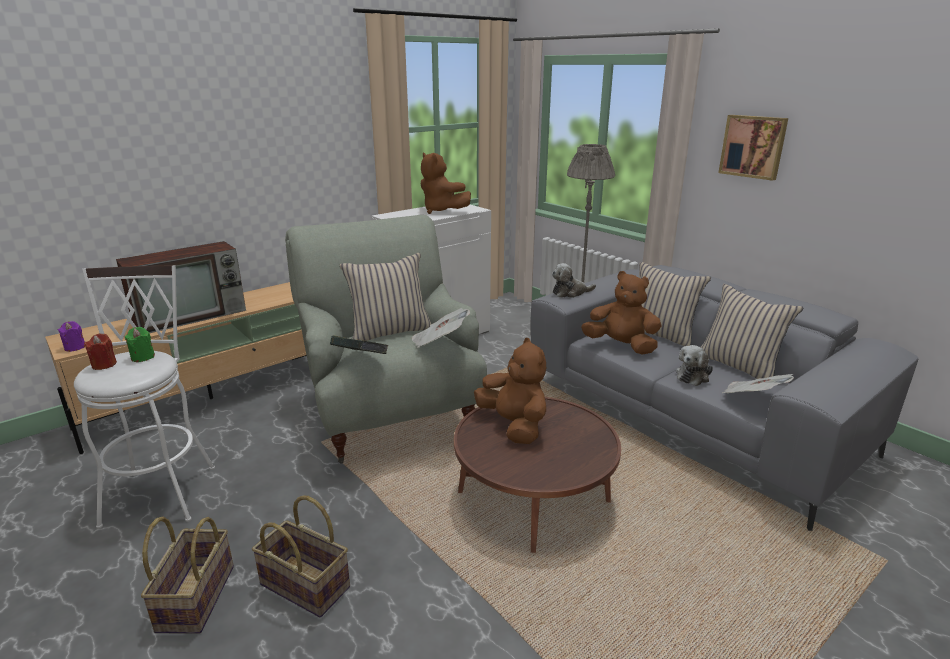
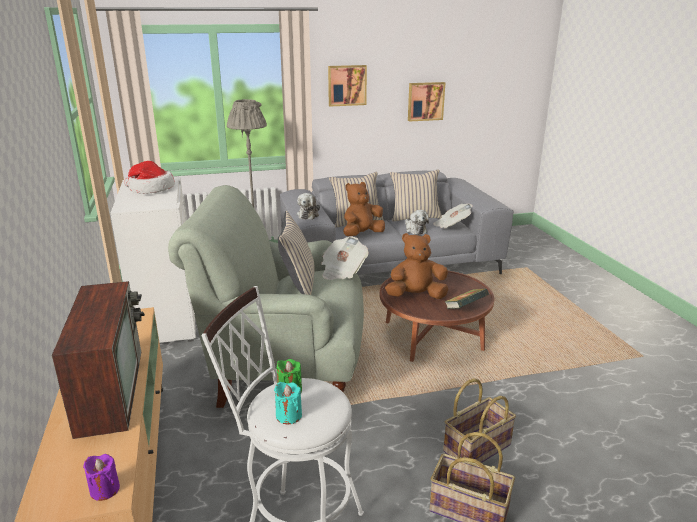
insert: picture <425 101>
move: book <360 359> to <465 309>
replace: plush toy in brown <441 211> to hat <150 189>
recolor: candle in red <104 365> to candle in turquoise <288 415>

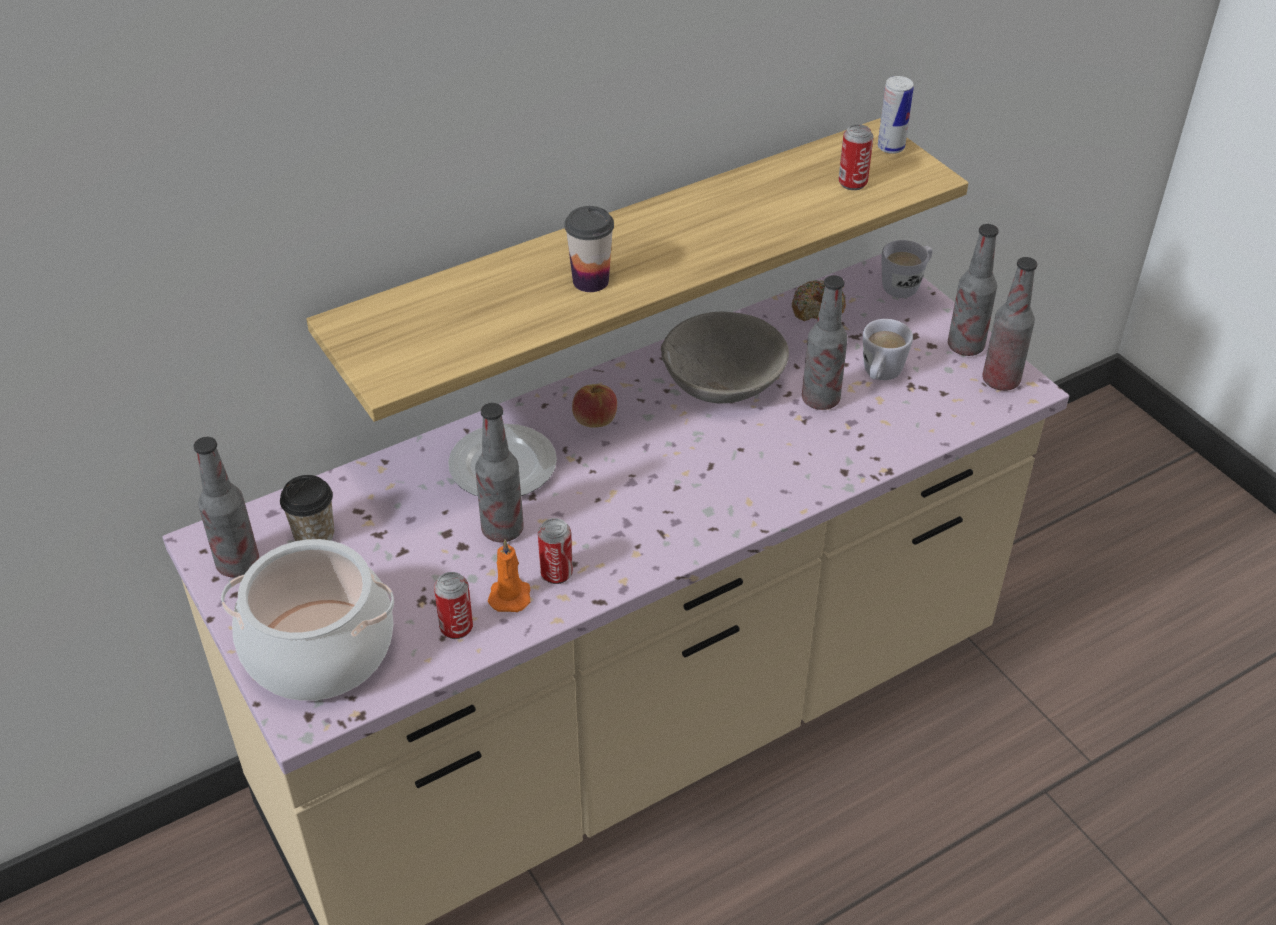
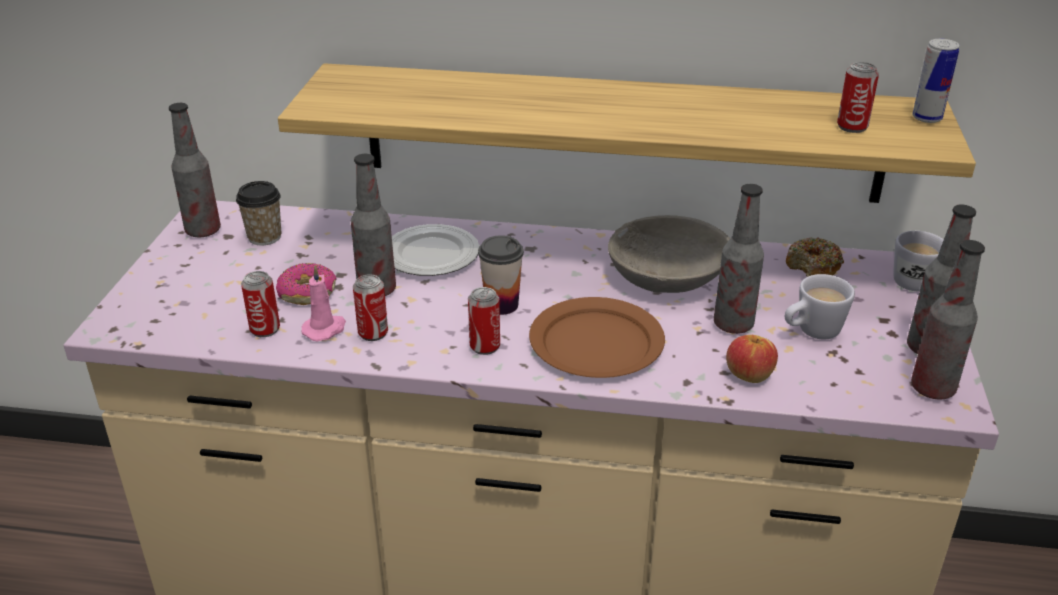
delete: cooking pot <318 650>
insert: donut <308 293>; can <485 346>; plate in brown <596 343>
move: cup <590 281> to <501 305>; apple <594 420> to <749 374>
recolor: candle in orange <510 595> to candle in pink <325 329>

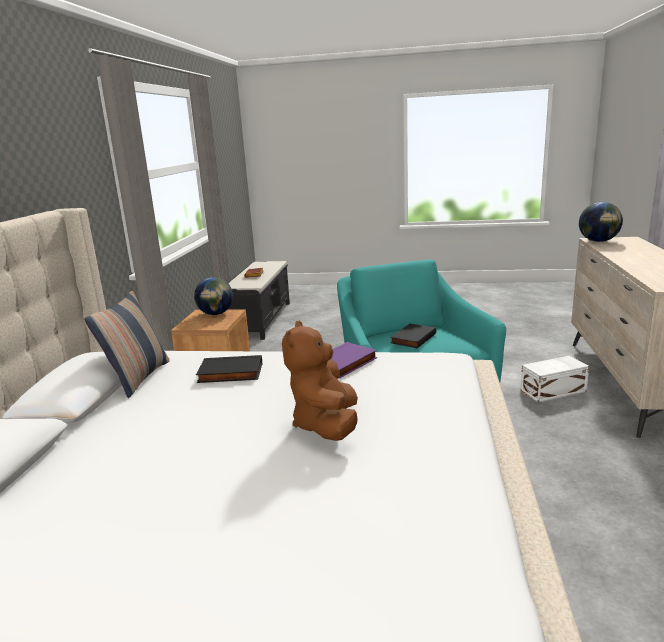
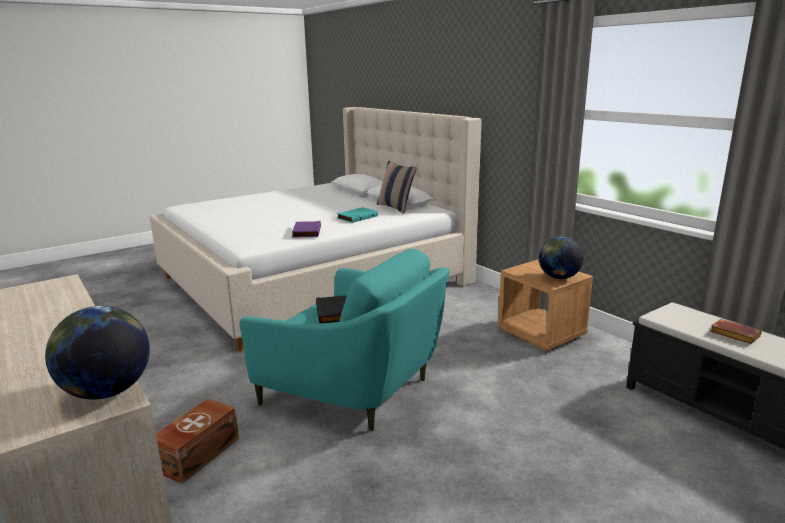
delete: plush toy in brown <326 425>
recolor: book in black <230 374> to book in turquoise <357 217>; storage box in white <554 391> to storage box in brown <196 454>

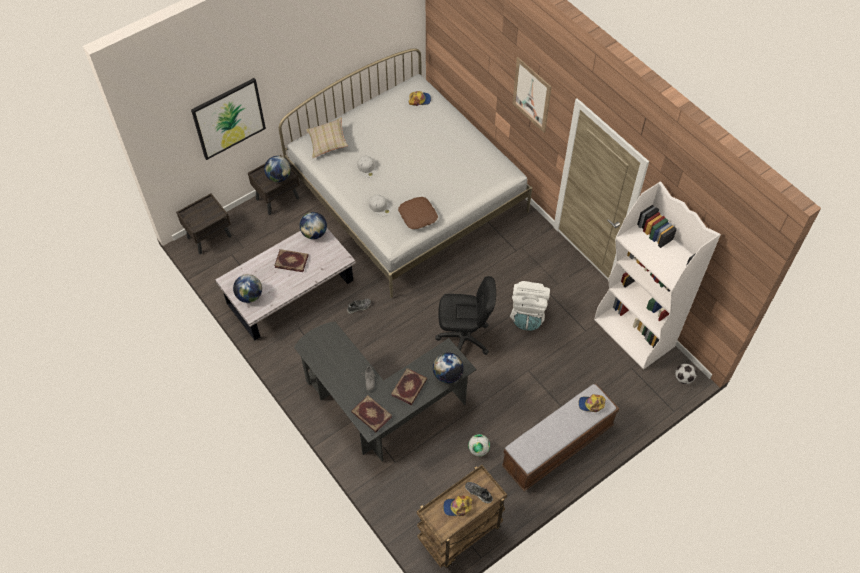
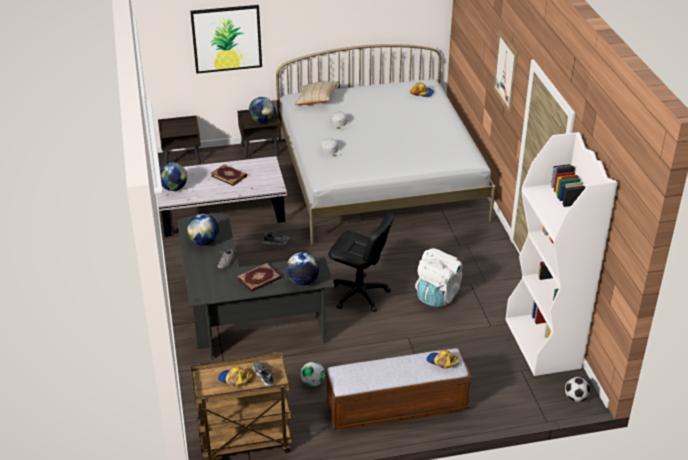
delete: book <371 415>; pillow in brown <418 215>
move: globe <314 233> to <204 242>

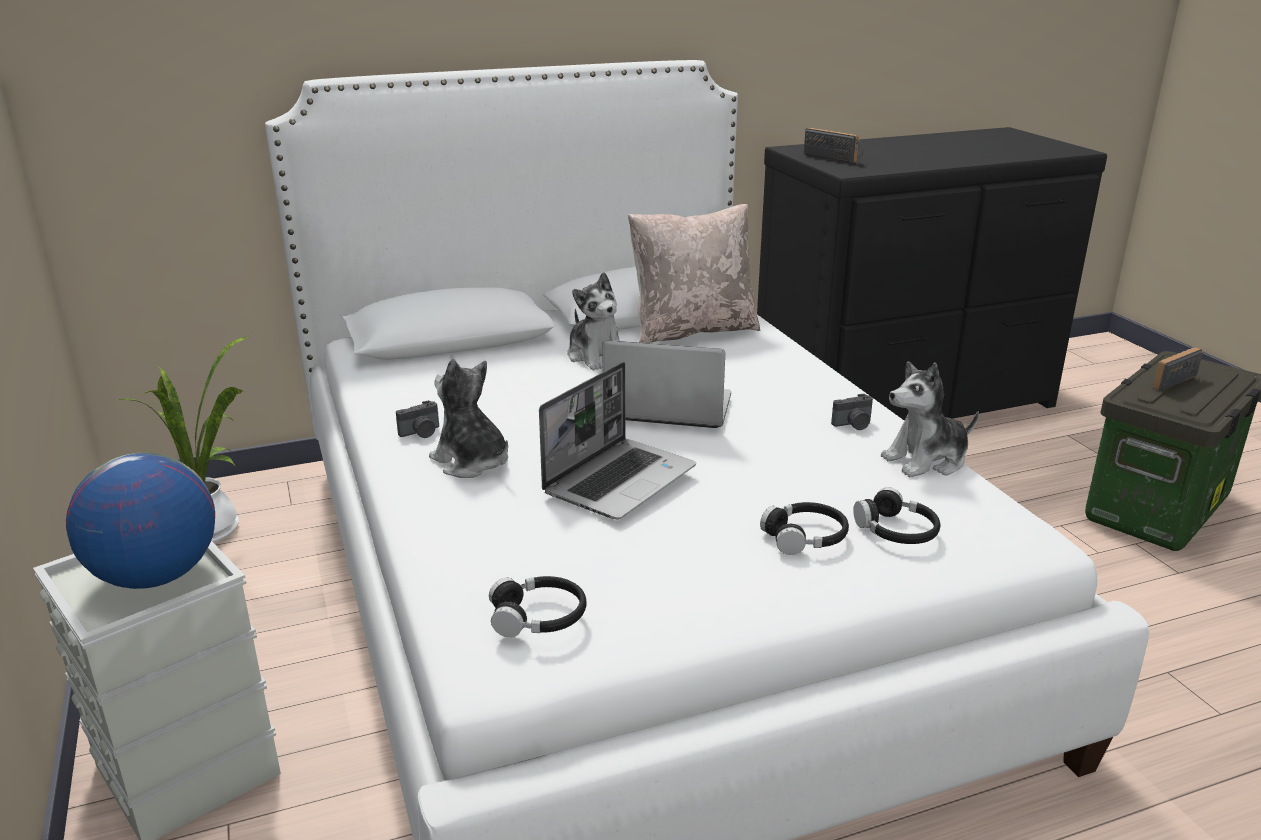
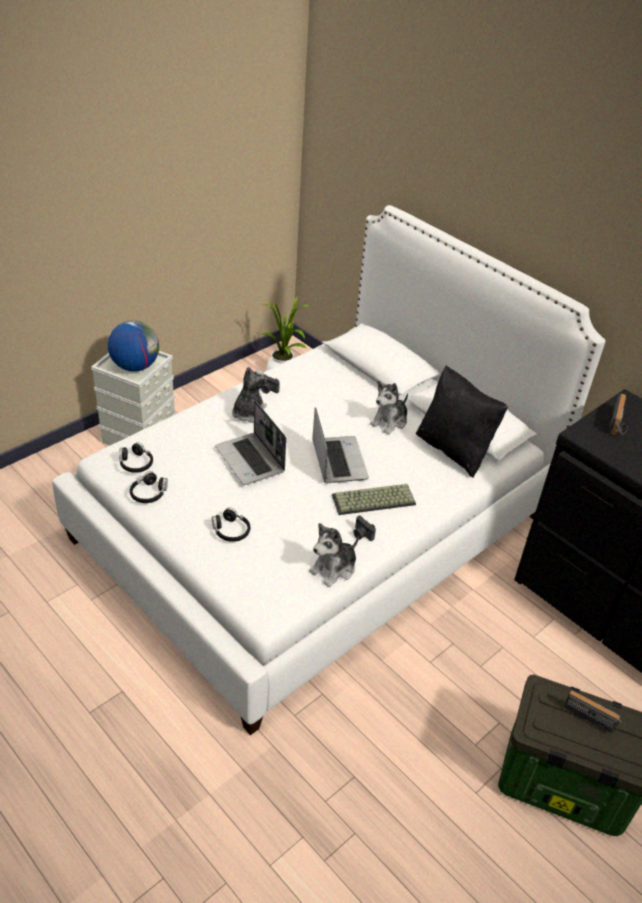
insert: keyboard <373 501>
move: headphones in black <896 531> to <149 493>
recolor: pillow in beige <692 330> to pillow in black <454 449>
rotate: laptop <620 480> = <251 460> 45 degrees clockwise; plush toy <926 460> = <334 568> 90 degrees counterclockwise

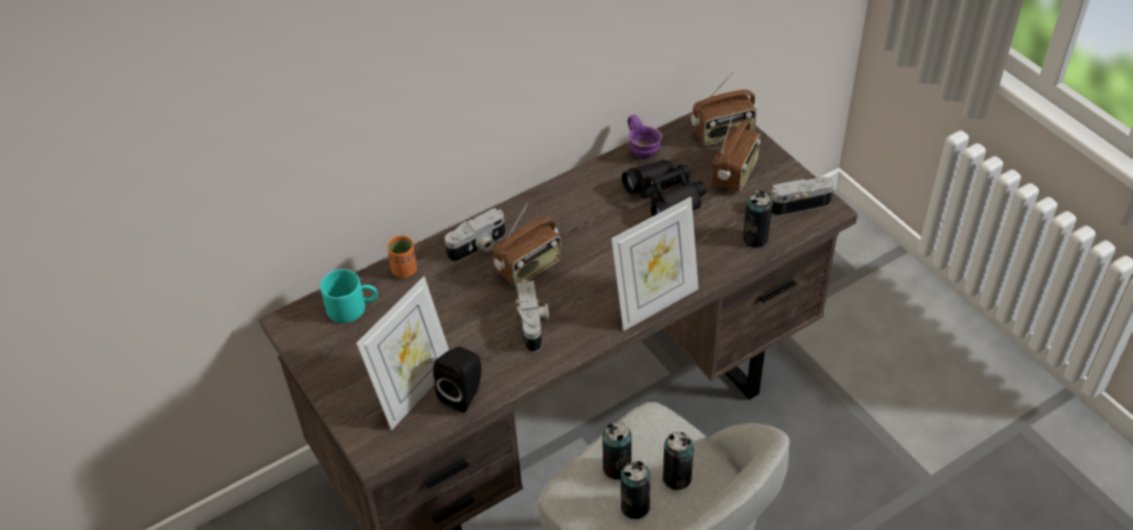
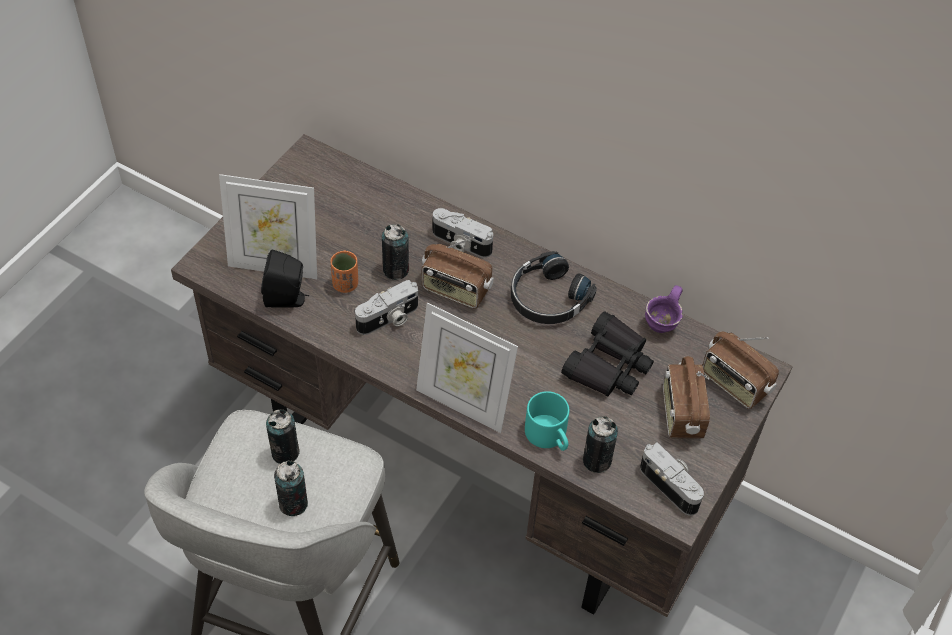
insert: headphones in black <547 298>
move: mug in turquoise <353 307> to <550 436>; cup in orange <404 270> to <345 284>; can <635 506> to <396 270>
rotate: radio <735 173> = <681 414> 90 degrees clockwise

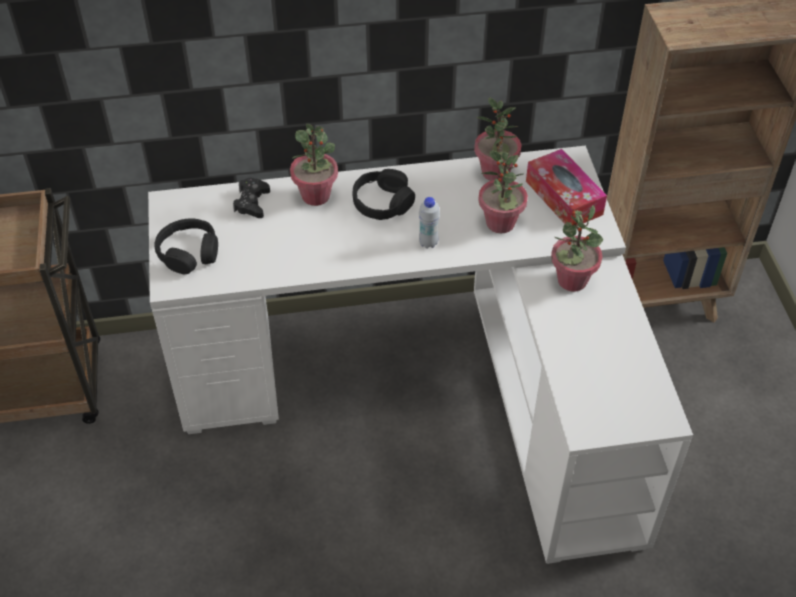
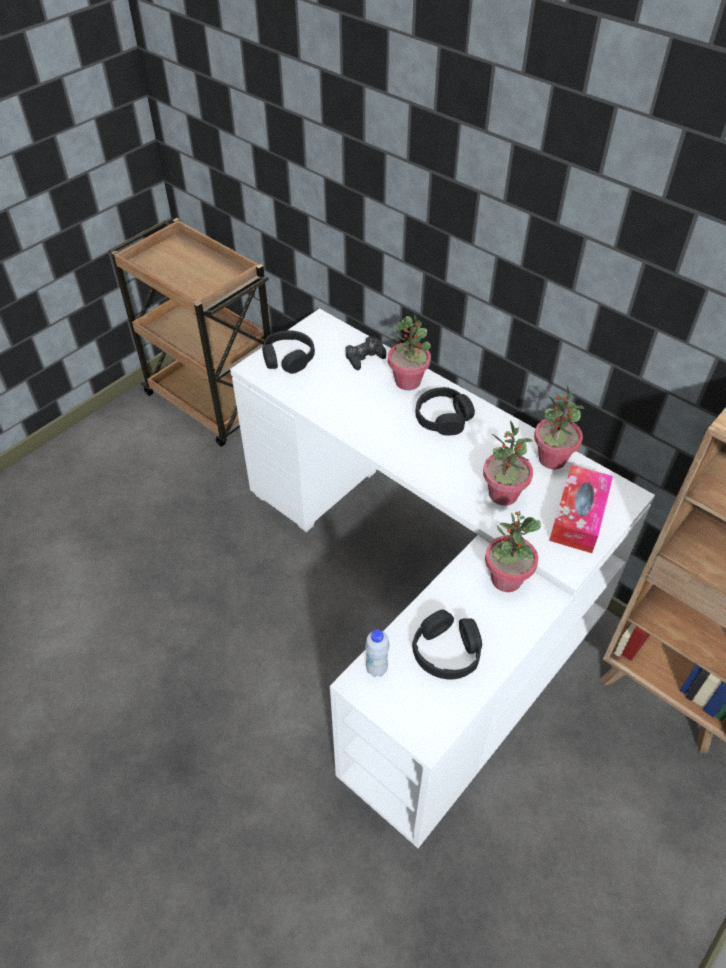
insert: headphones in black <446 651>
move: bottle in white <428 243> to <376 669>

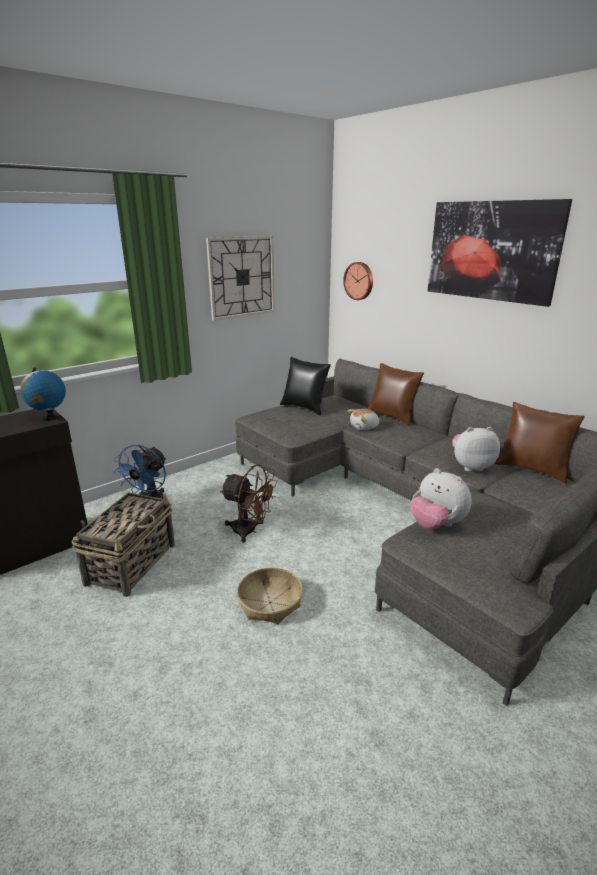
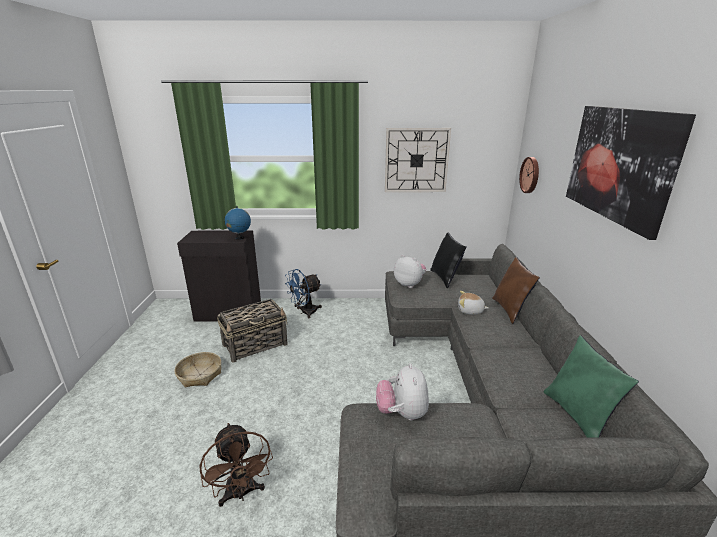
move: fan in brown <250 531> to <241 493>; basket <270 602> to <200 375>; plush toy <471 466> to <409 284>
recolor: pillow in brown <532 469> to pillow in green <578 416>

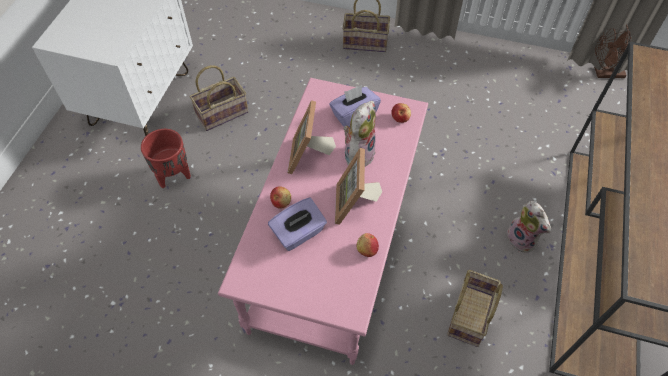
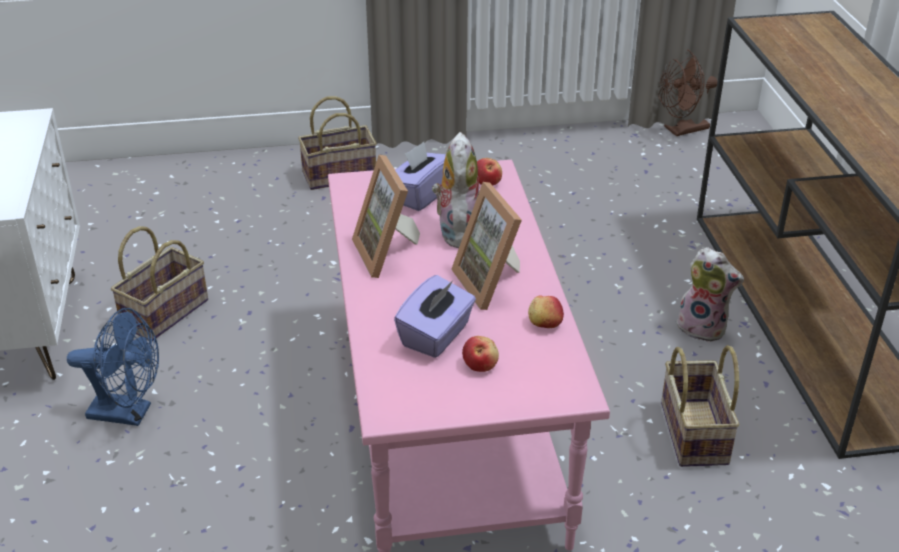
move: apple <281 202> to <480 365>
replace: planter in red <173 175> to fan in blue <129 413>

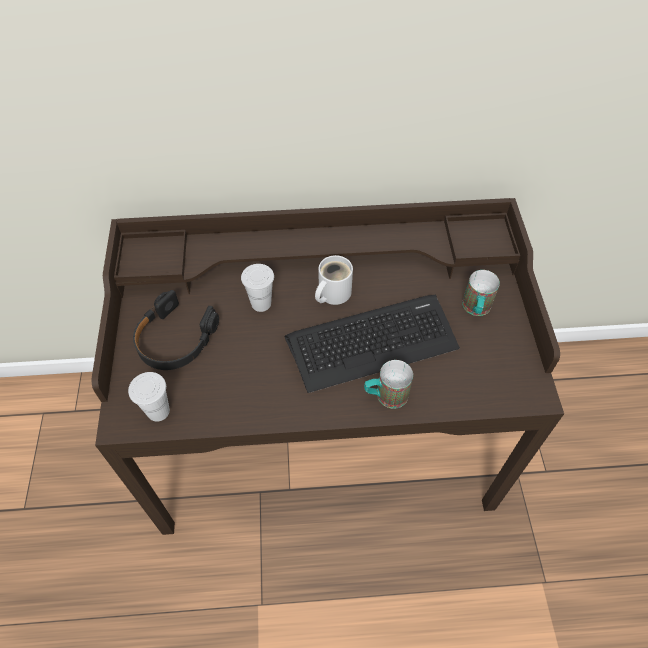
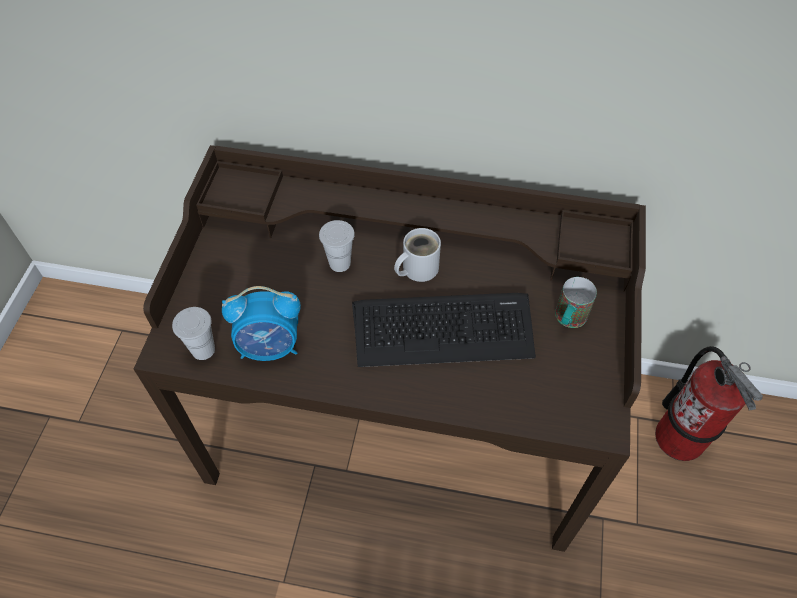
delete: headphones in black <175 339>; mug <385 396>
insert: alarm clock <270 346>; fire extinguisher <680 437>

